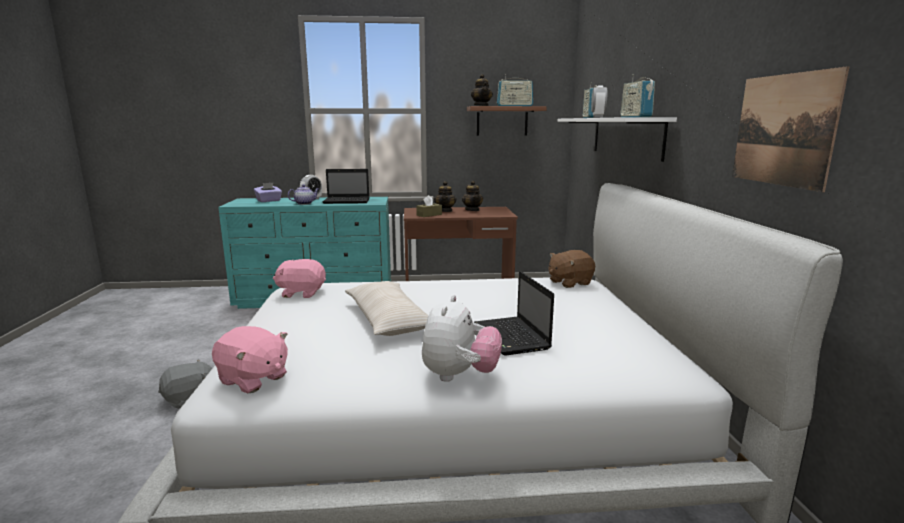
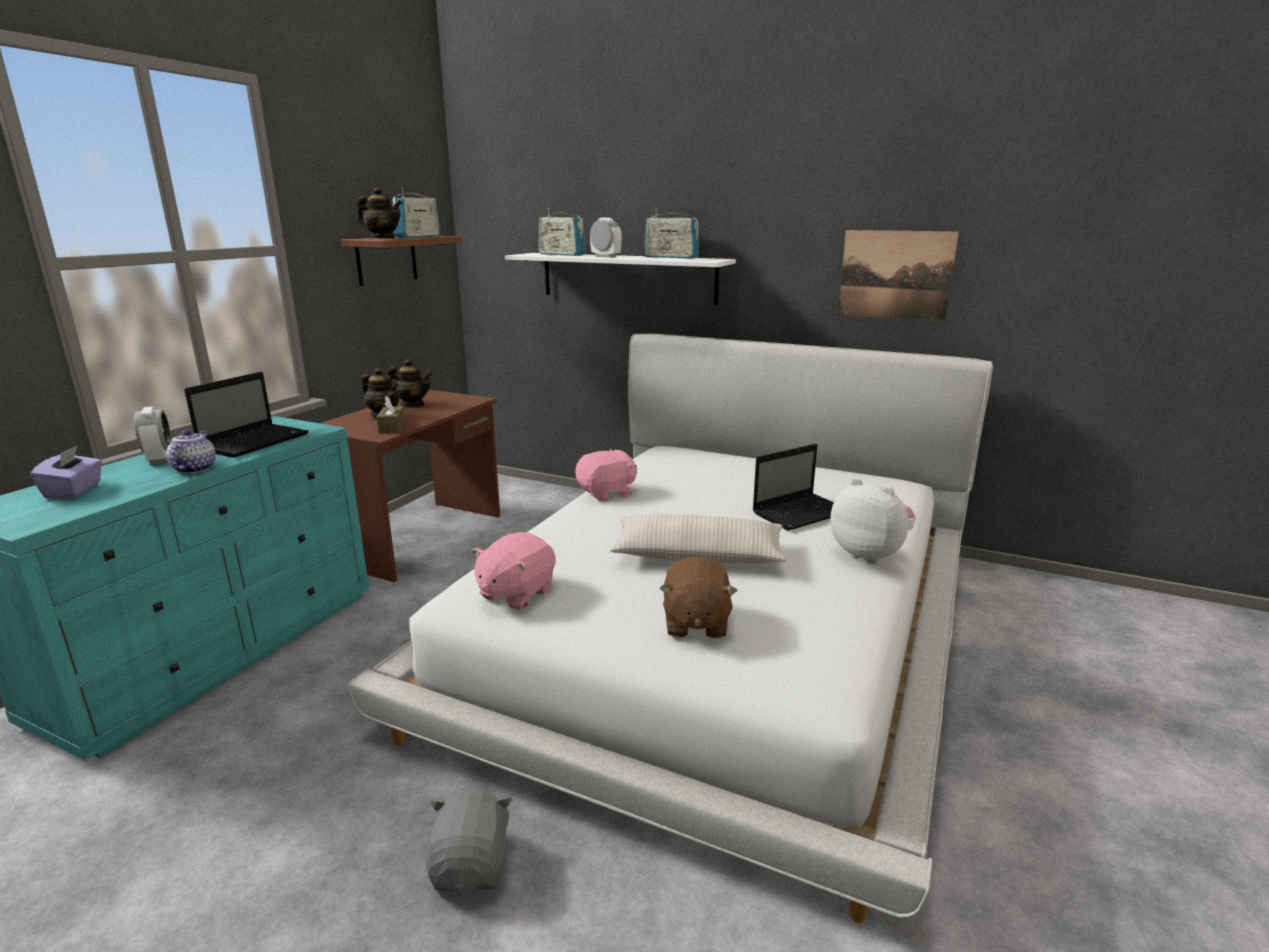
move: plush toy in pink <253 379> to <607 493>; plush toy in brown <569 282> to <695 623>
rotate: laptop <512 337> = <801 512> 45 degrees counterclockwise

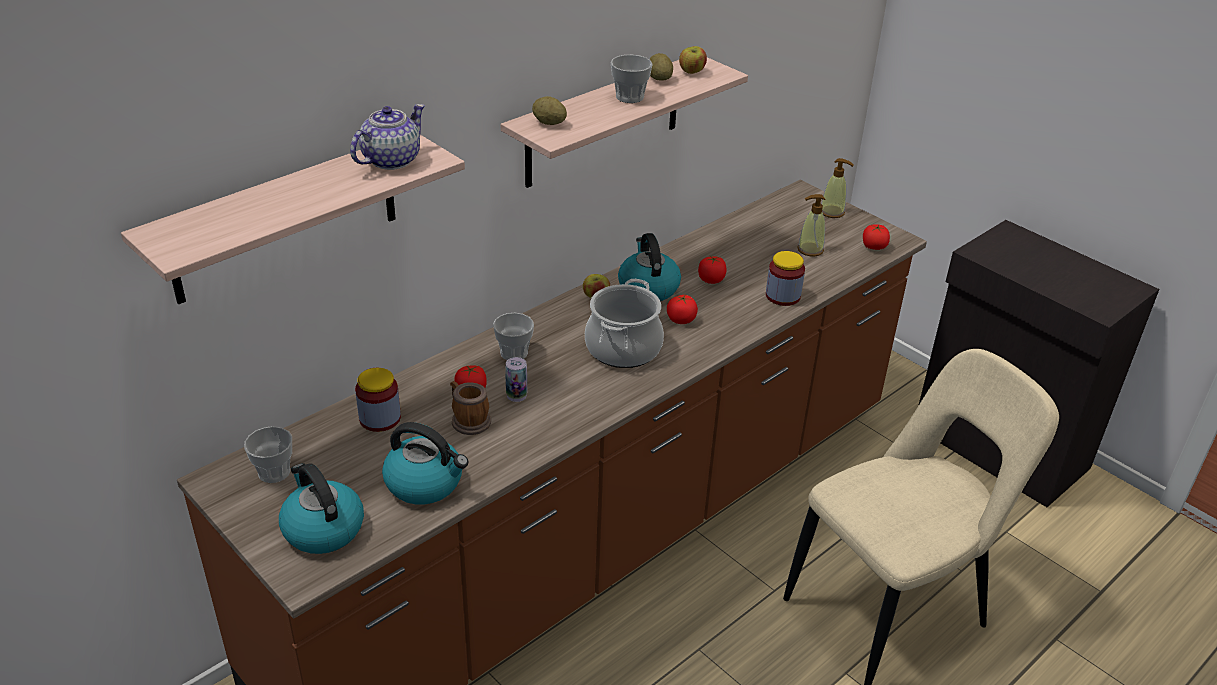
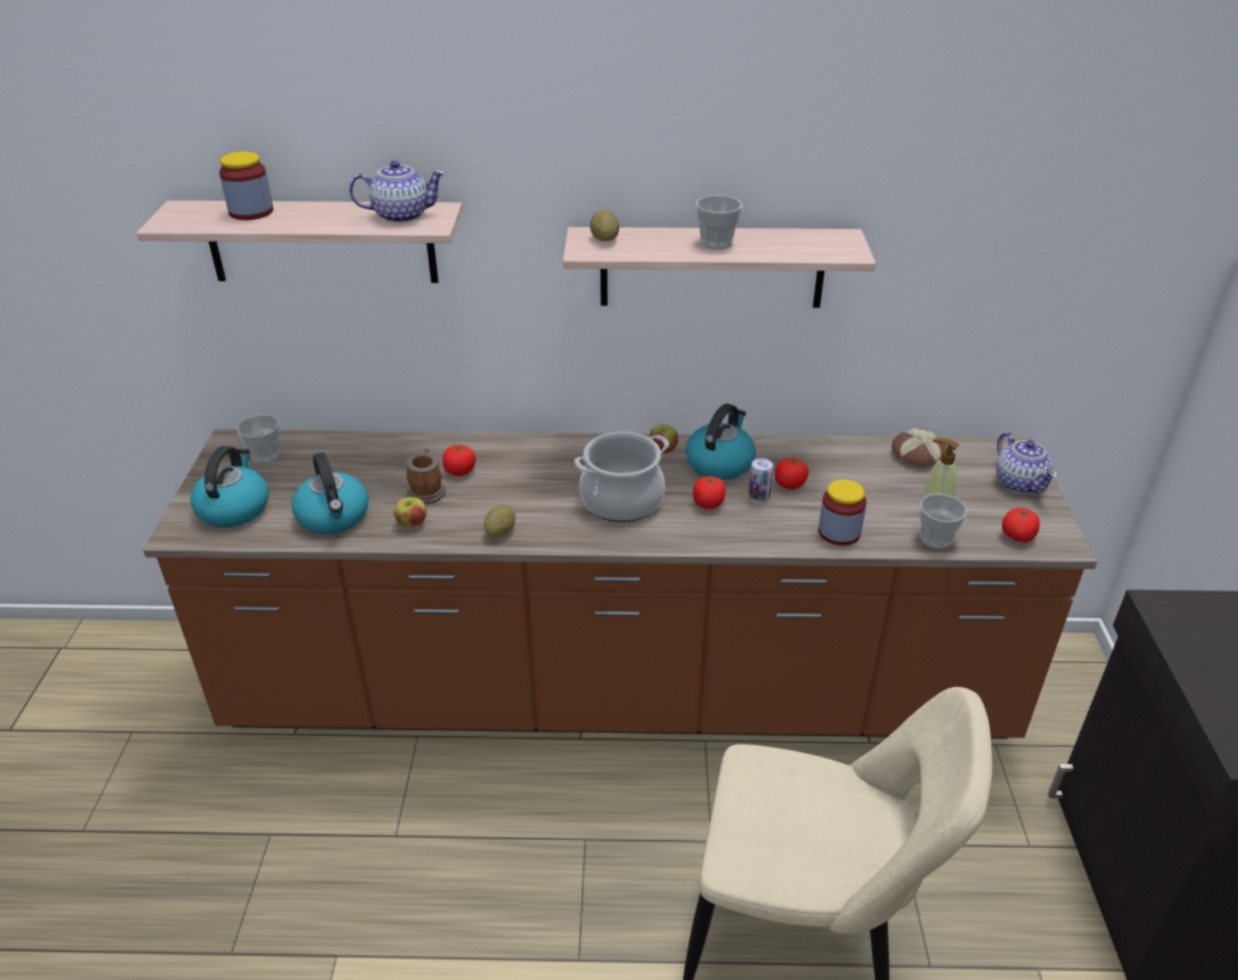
insert: bread <917 455>
move: jar <380 418> to <251 212>; cup <514 353> to <935 539>; can <516 395> to <758 498>; potato <659 79> to <500 532>; apple <692 72> to <412 524>
replace: soap dispenser <832 212> to teapot <1019 483>

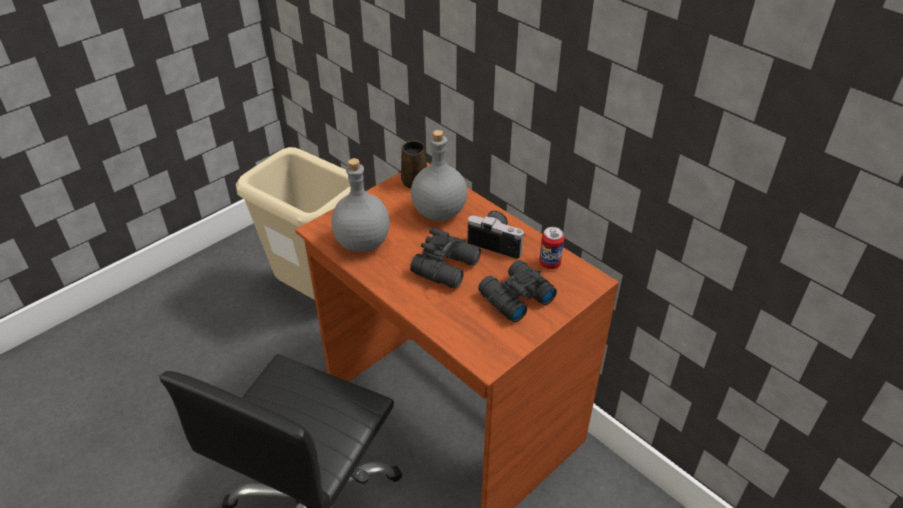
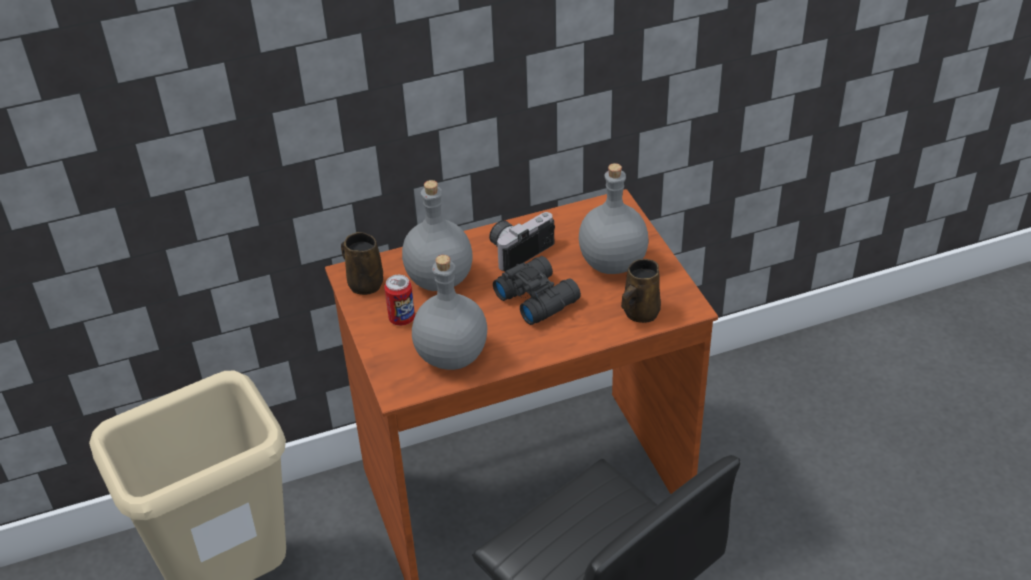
insert: mug in brown <639 313>
move: can <549 263> to <402 319>
replace: binoculars in black <514 297> to bottle in grey <611 263>

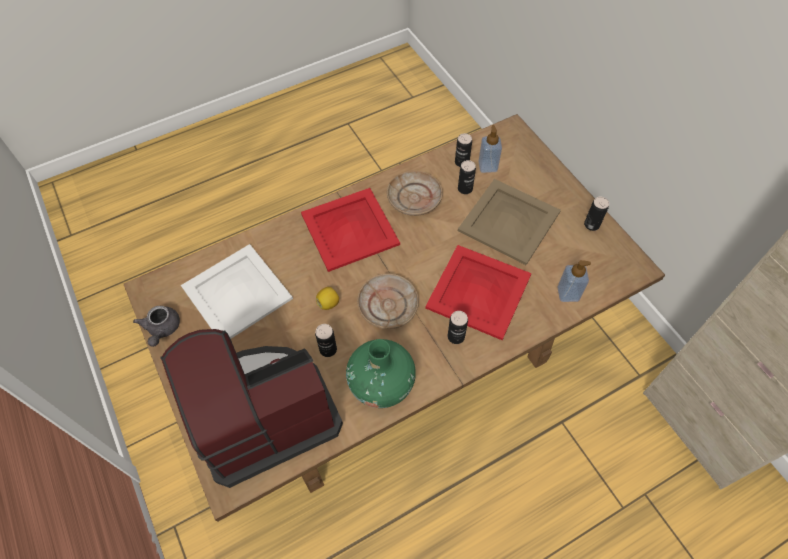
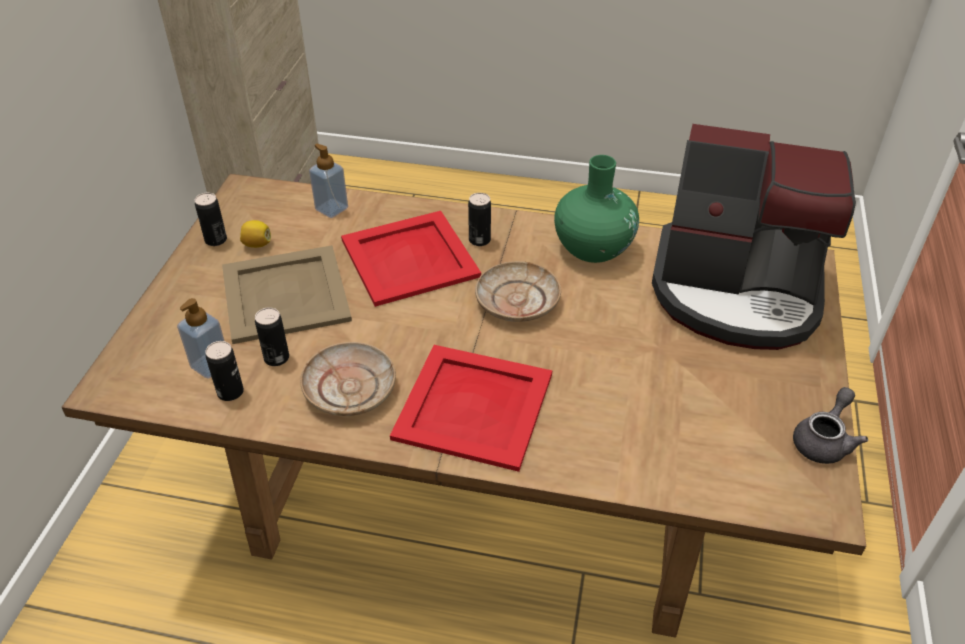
delete: tray in white <237 292>; can <328 349>
move: lemon <328 303> to <257 244>

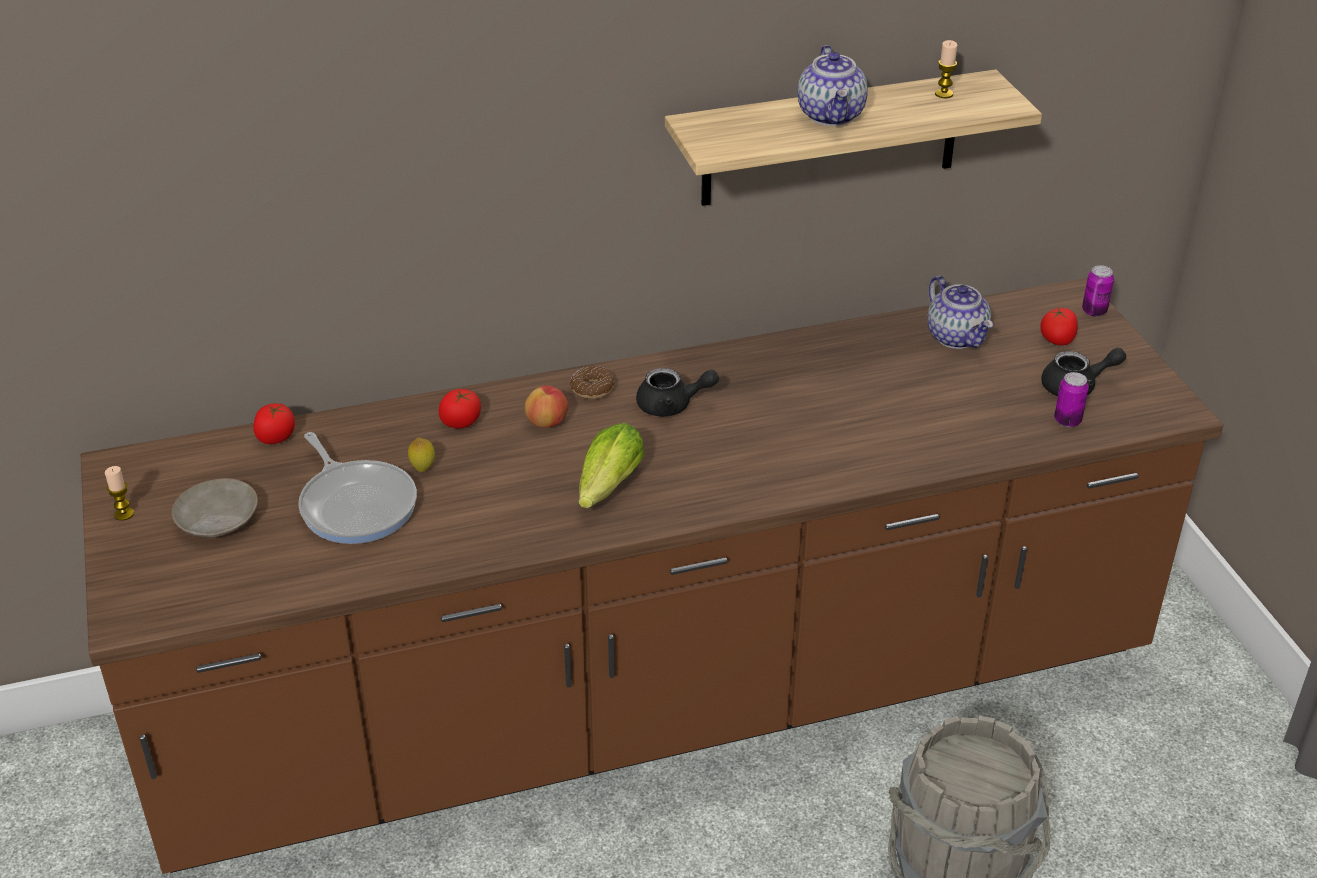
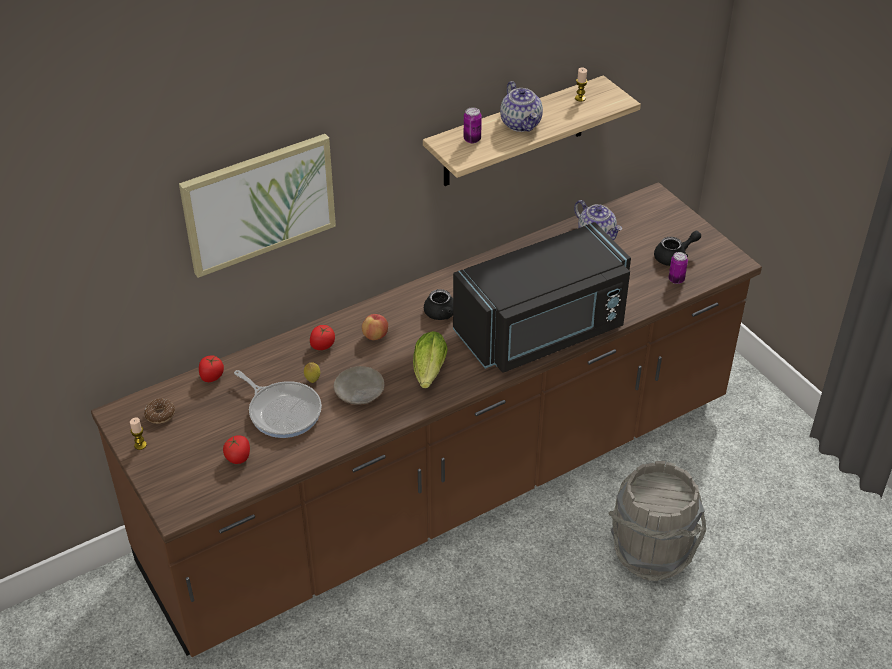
insert: picture <259 203>; microwave in black <543 331>
move: plate in beige <217 520> to <359 392>; donut <593 389> to <160 414>; tomato <1057 340> to <238 457>; can <1094 311> to <472 139>

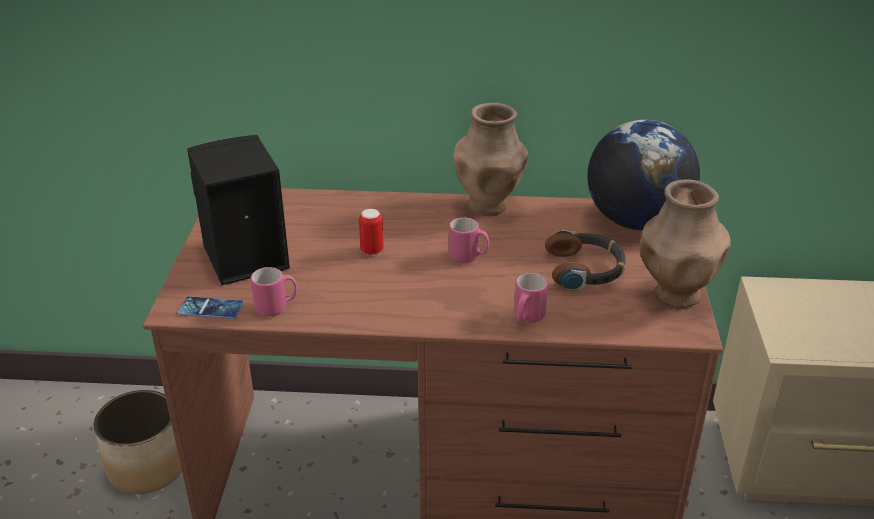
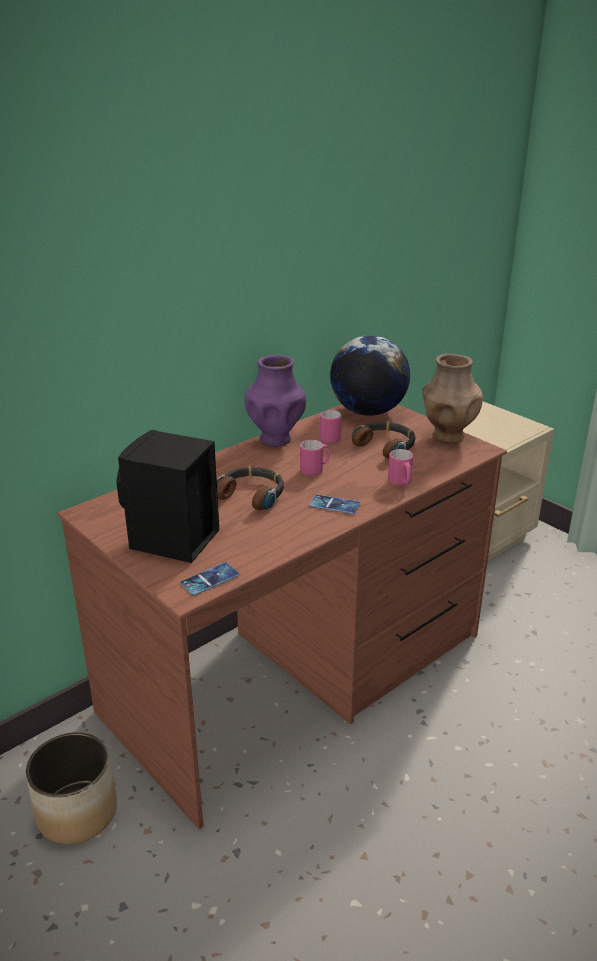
insert: phone <334 505>
move: mug in pink <277 307> to <332 437>
replace: can <372 250> to headphones <252 494>
recolor: vase in brown <488 206> to vase in purple <276 439>

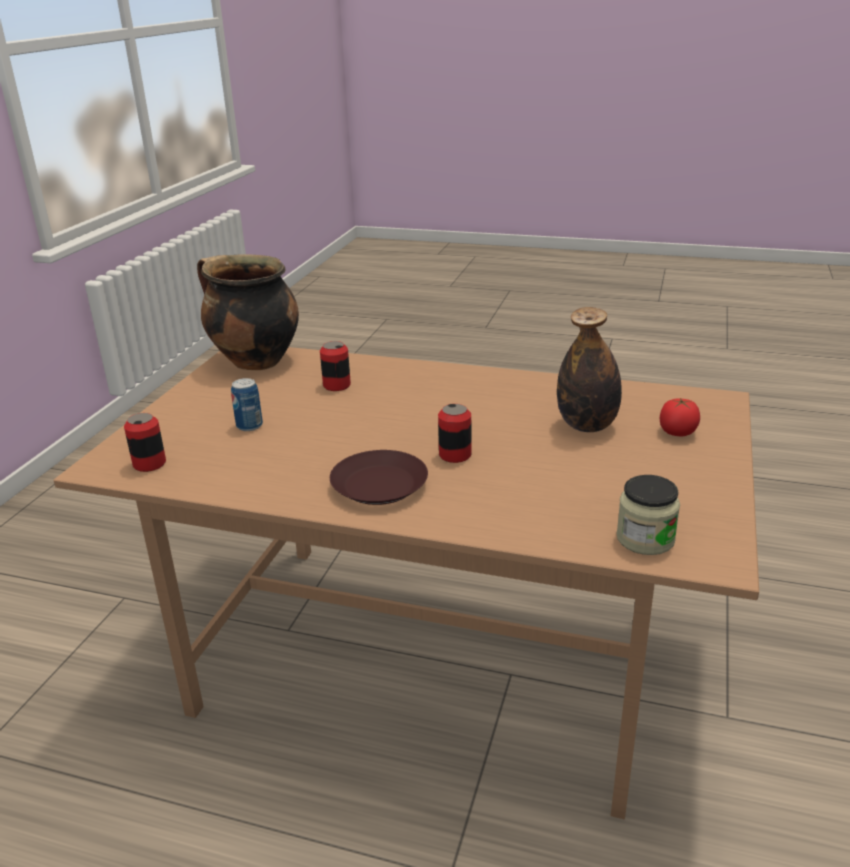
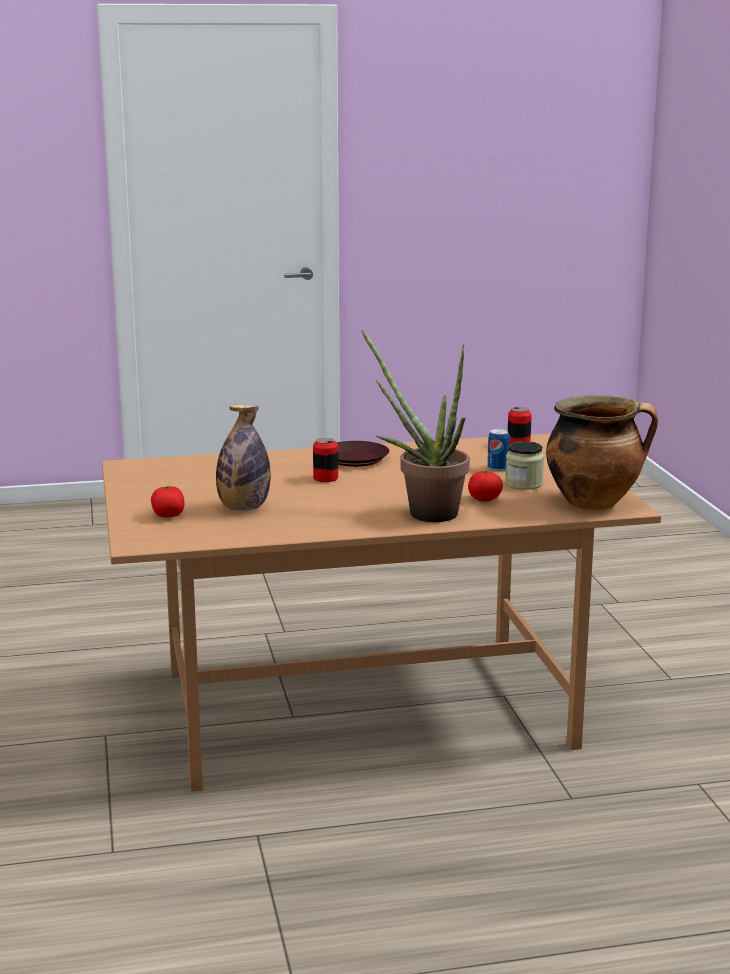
insert: potted plant <423 512>
move: jar <645 539> to <524 484>
replace: can <336 385> to tomato <484 499>

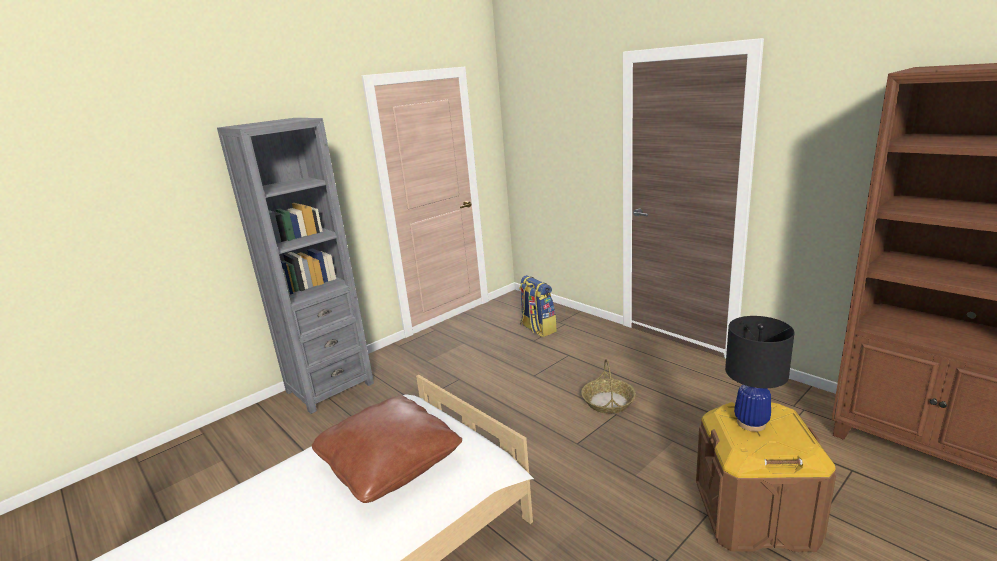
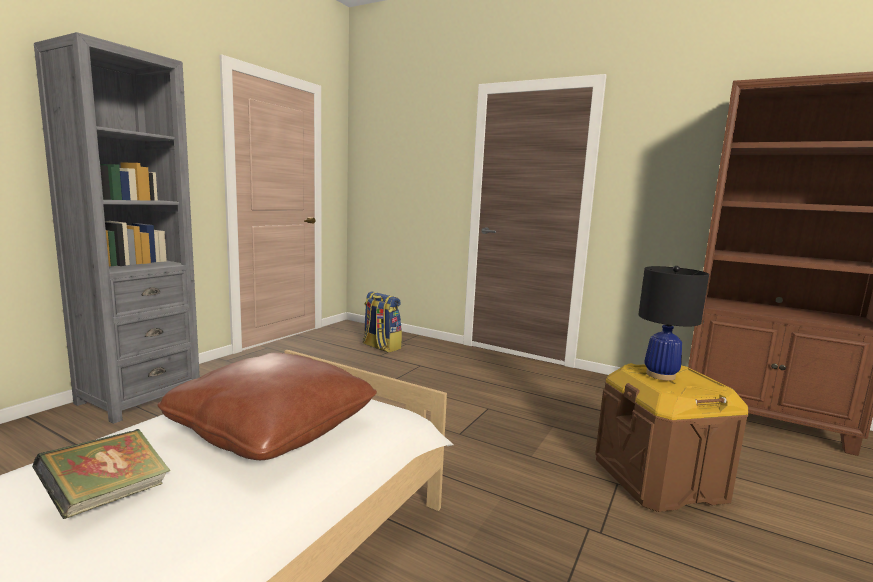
delete: basket <608 402>
insert: book <108 498>

